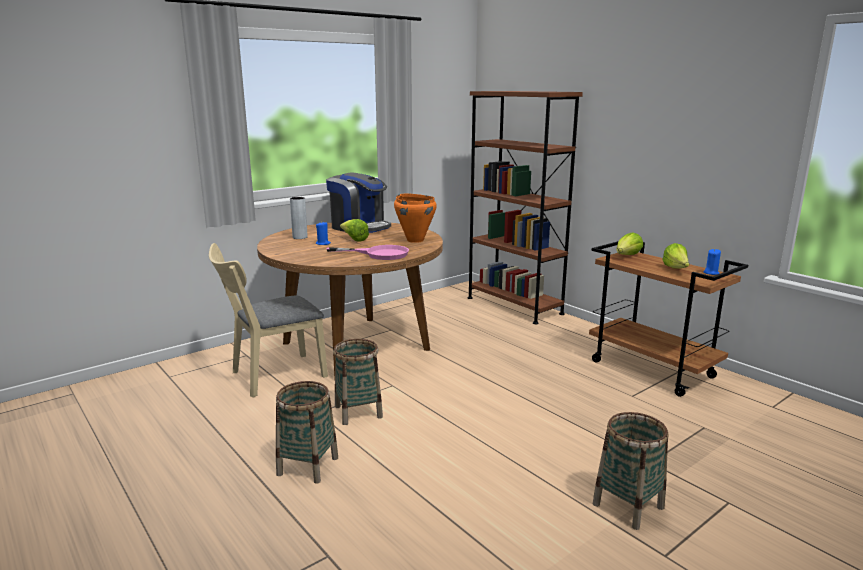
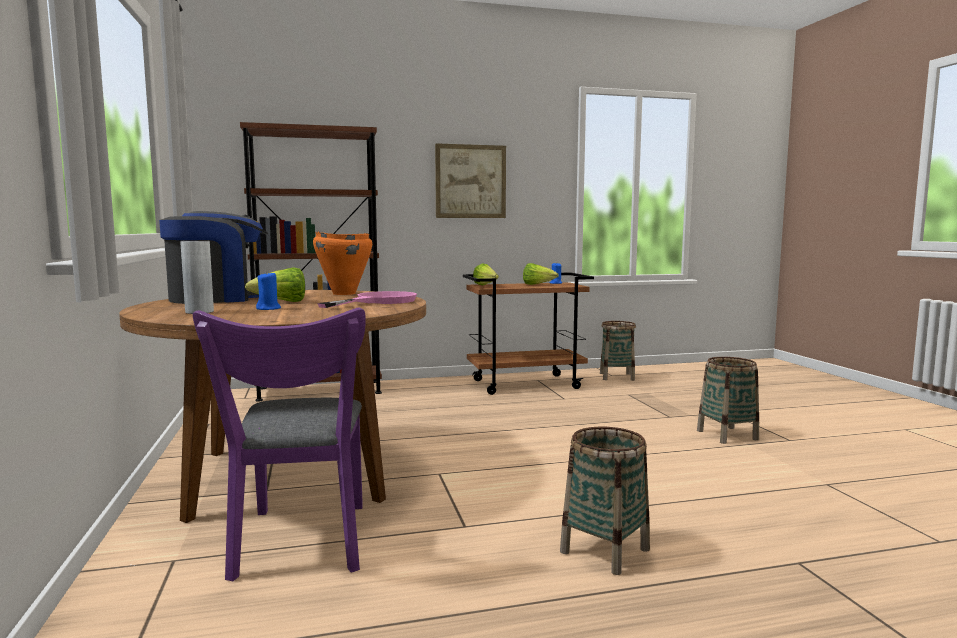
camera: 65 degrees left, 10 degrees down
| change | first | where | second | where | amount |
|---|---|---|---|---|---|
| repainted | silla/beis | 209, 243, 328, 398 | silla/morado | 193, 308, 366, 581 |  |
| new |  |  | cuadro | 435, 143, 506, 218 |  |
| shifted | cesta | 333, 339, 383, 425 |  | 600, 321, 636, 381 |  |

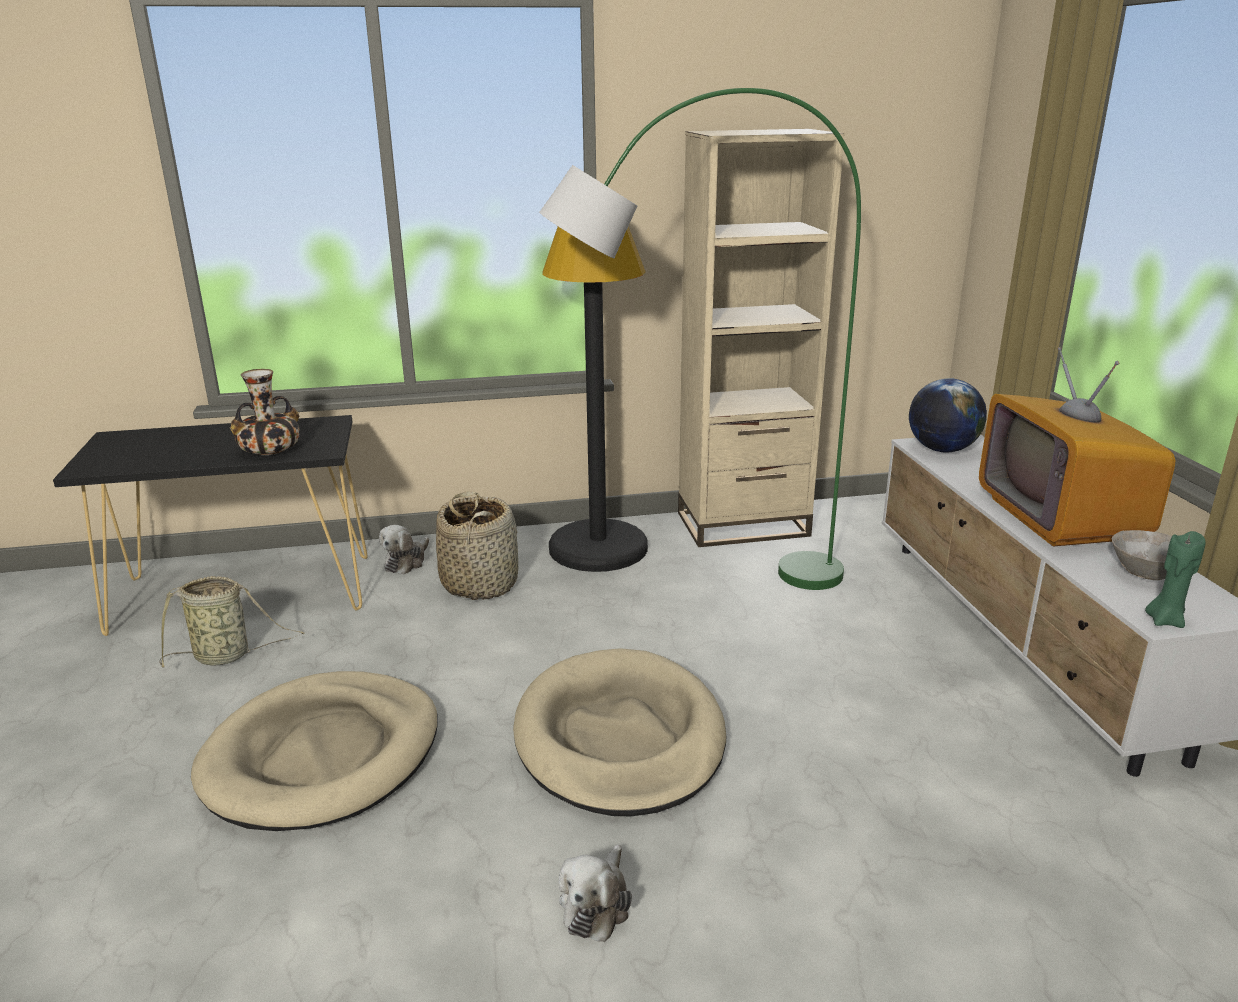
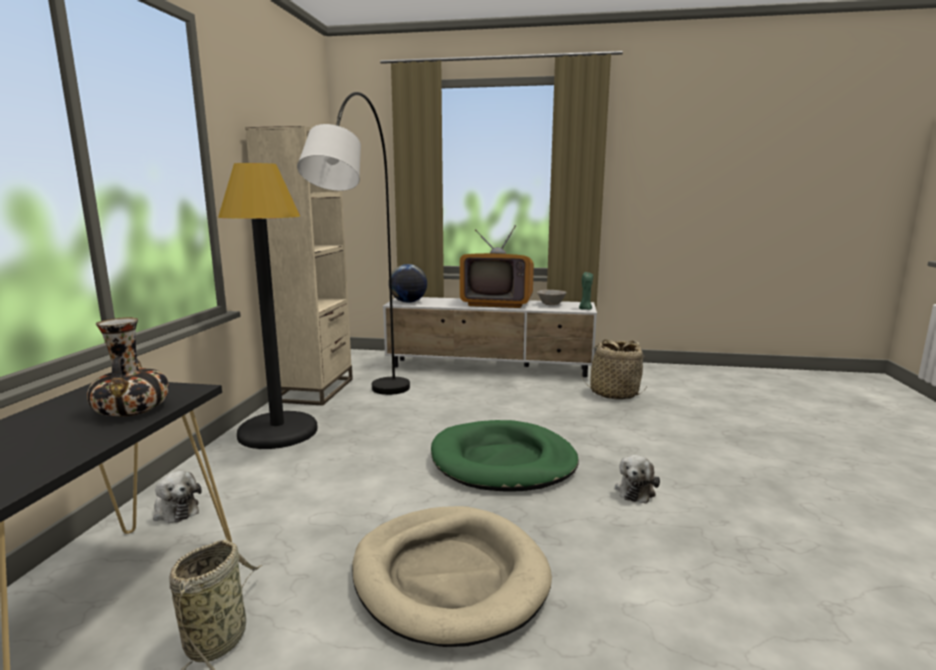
camera: 70 degrees left, 10 degrees down
| change | first | where | second | where | amount |
|---|---|---|---|---|---|
| repainted | lámpara de pie/verde | 539, 88, 861, 590 | lámpara de pie/gris | 297, 92, 410, 395 |  |
| repainted | cama para perro/beis | 513, 648, 726, 816 | cama para perro/verde | 431, 420, 579, 492 |  |
| shifted | cesta | 436, 491, 519, 600 |  | 580, 339, 646, 400 |  |
| rotated | peluche | 559, 844, 632, 942 |  | 615, 455, 660, 504 | 75 degrees clockwise |

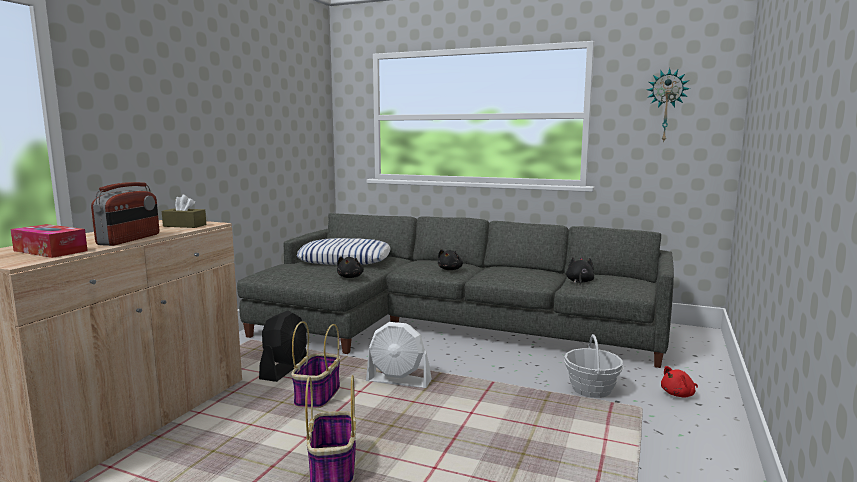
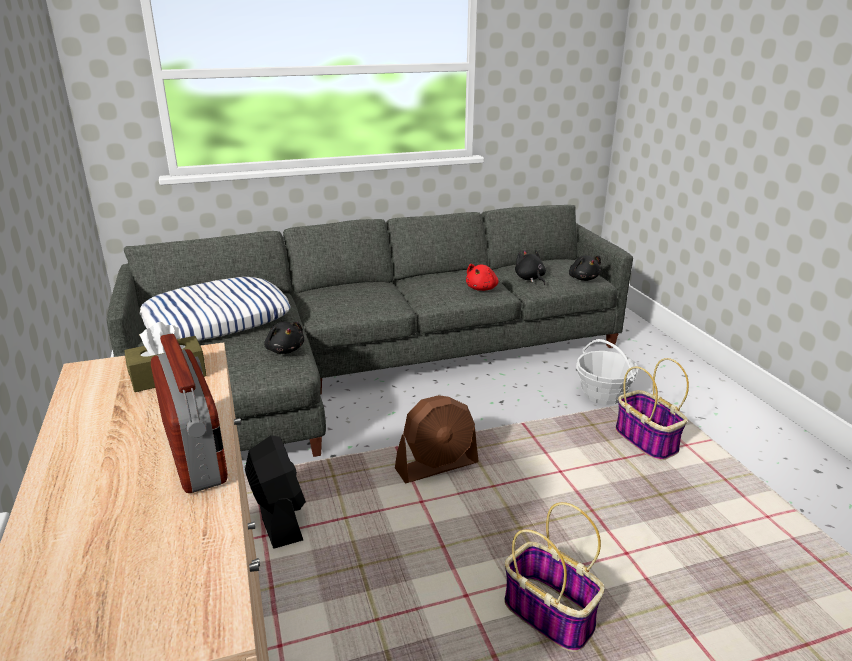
camera: 40 degrees left, 15 degrees up
| change | first | where | second | where | amount |
|---|---|---|---|---|---|
| repainted | ventilador/blanco | 366, 322, 432, 388 | ventilador/marrón | 395, 395, 479, 484 |  |
| shifted | peluche/rojo | 661, 366, 698, 397 |  | 466, 264, 499, 291 |  |
| shifted | peluche/negro | 438, 249, 463, 270 |  | 569, 255, 601, 281 |  |
| shifted | cesta | 291, 321, 340, 408 |  | 615, 358, 689, 460 |  |
| gone | caja de pañuelos | 10, 224, 88, 258 |  |  |  |
| gone | reloj de pared | 647, 68, 690, 143 |  |  |  |

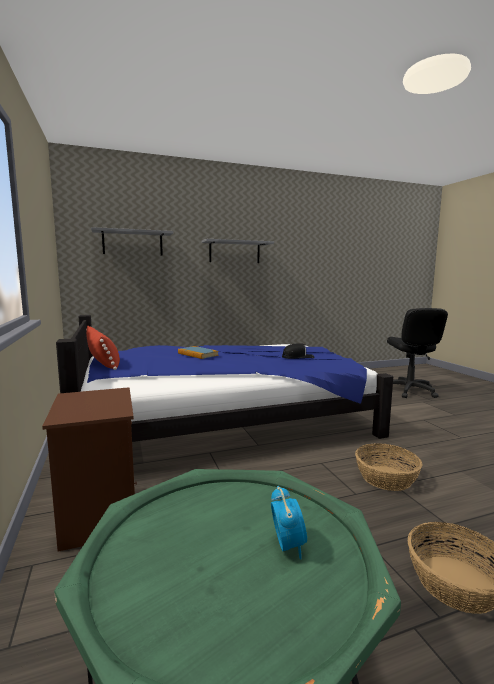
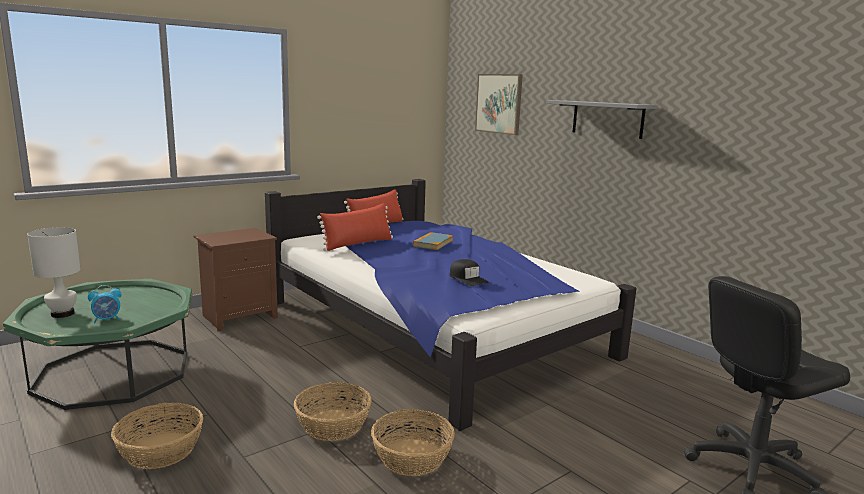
camera: 70 degrees right, 5 degrees up
| change | first | where | second | where | amount |
|---|---|---|---|---|---|
| new |  |  | lámpara de mesa/blanco | 27, 227, 80, 318 |  |
| new |  |  | cojín/rojo | 317, 203, 393, 251 |  |
| new |  |  | cesta | 371, 409, 455, 476 |  |
| swapped | estante/gris | 91, 227, 173, 256 | cuadro | 475, 74, 523, 135 |  |

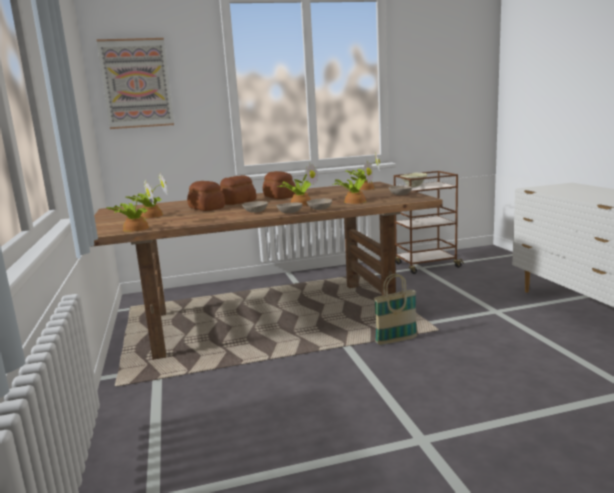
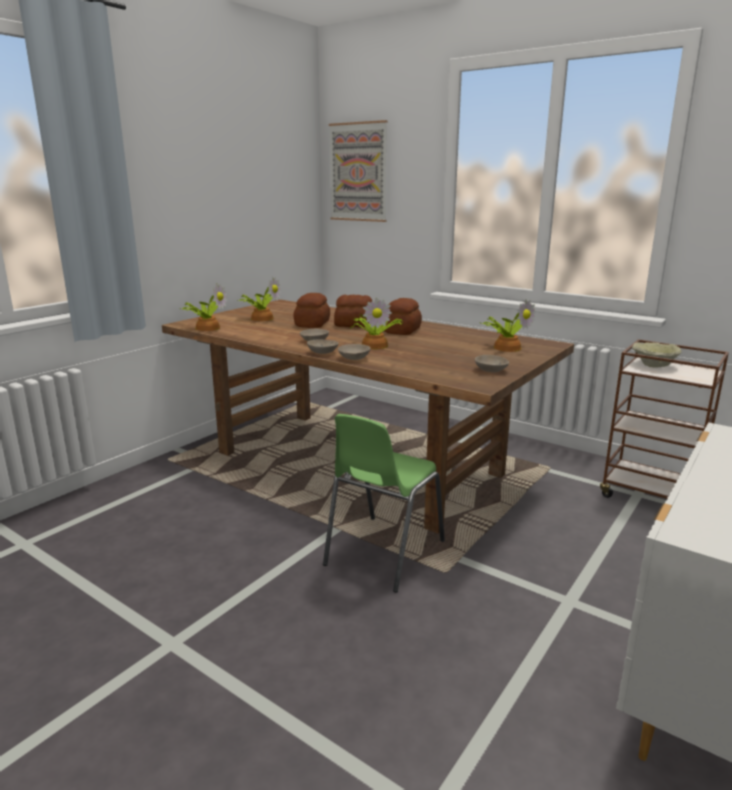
camera: 50 degrees right, 5 degrees up
| change | first | where | second | where | amount |
|---|---|---|---|---|---|
| swapped | cesta | 374, 274, 417, 345 | silla/verde | 323, 414, 445, 592 |  |
| gone | planta en maceta | 332, 160, 374, 204 |  |  |  |

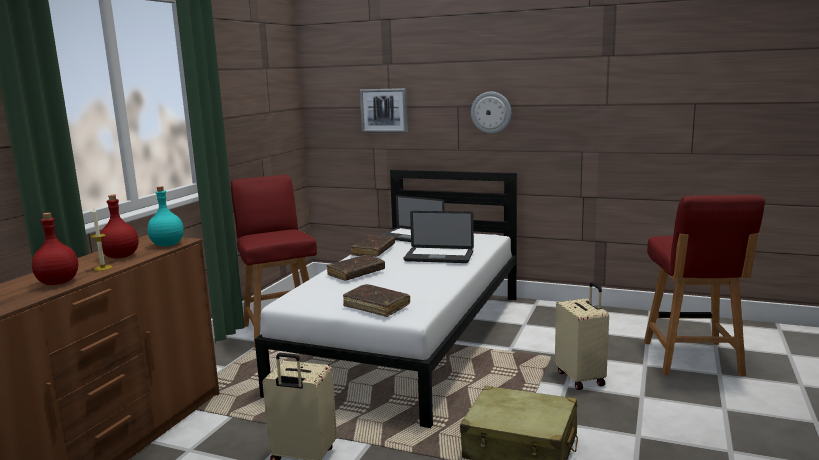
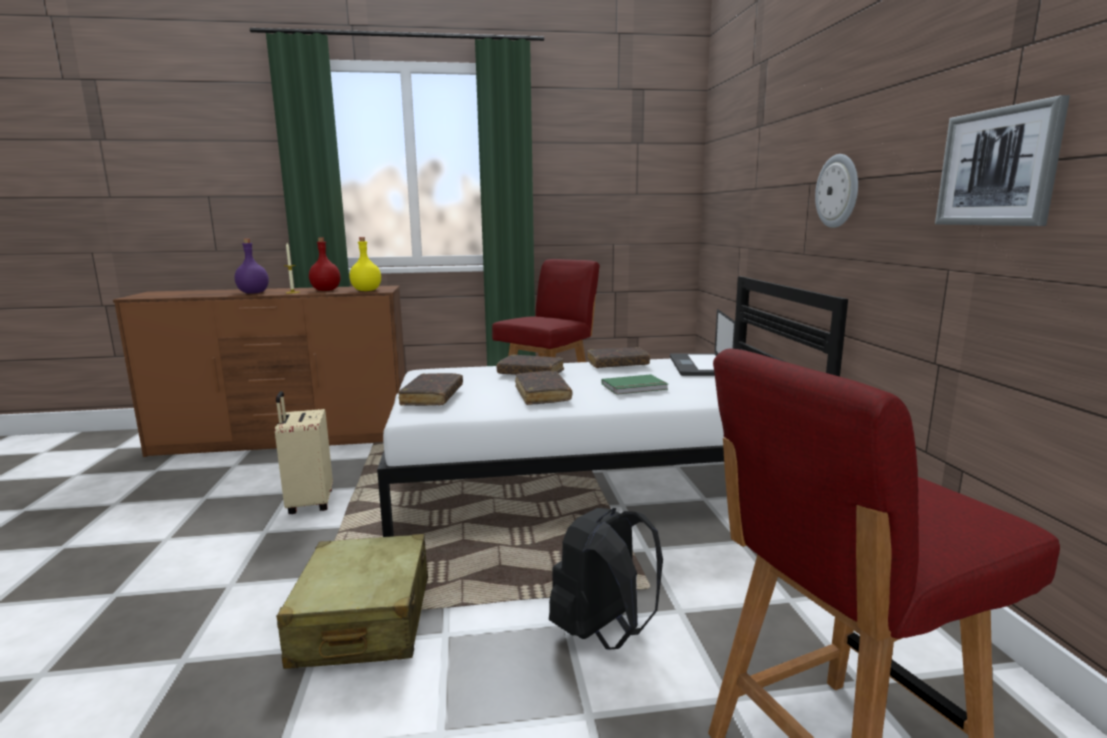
camera: 60 degrees right, 0 degrees up
| change | first | where | second | where | amount |
|---|---|---|---|---|---|
| repainted | botella/rojo | 32, 213, 78, 285 | botella/morado | 235, 239, 269, 294 |  |
| repainted | botella/turquesa | 147, 186, 184, 246 | botella/amarillo | 349, 237, 381, 291 |  |
| new |  |  | libro/marrón | 515, 371, 572, 405 |  |
| swapped | maleta/beis | 555, 282, 609, 390 | mochila/negro | 549, 508, 663, 650 |  |
| swapped | portátil | 404, 211, 474, 263 | libro/verde | 601, 374, 668, 395 |  |
| shifted | cuadro | 360, 88, 408, 133 |  | 935, 95, 1070, 226 |  |

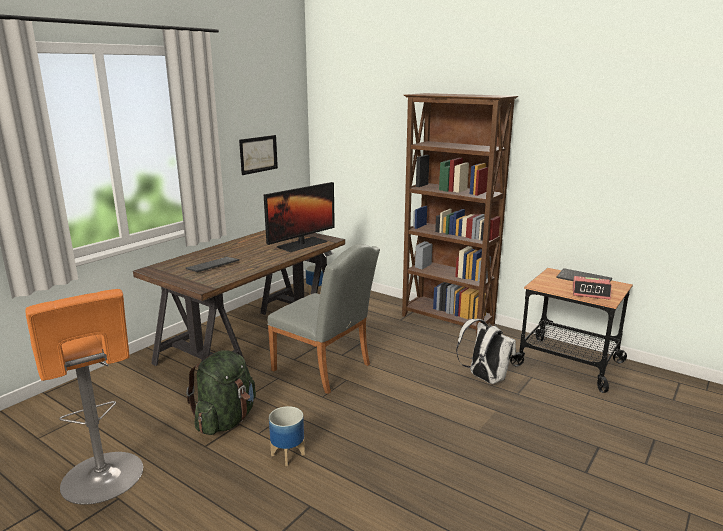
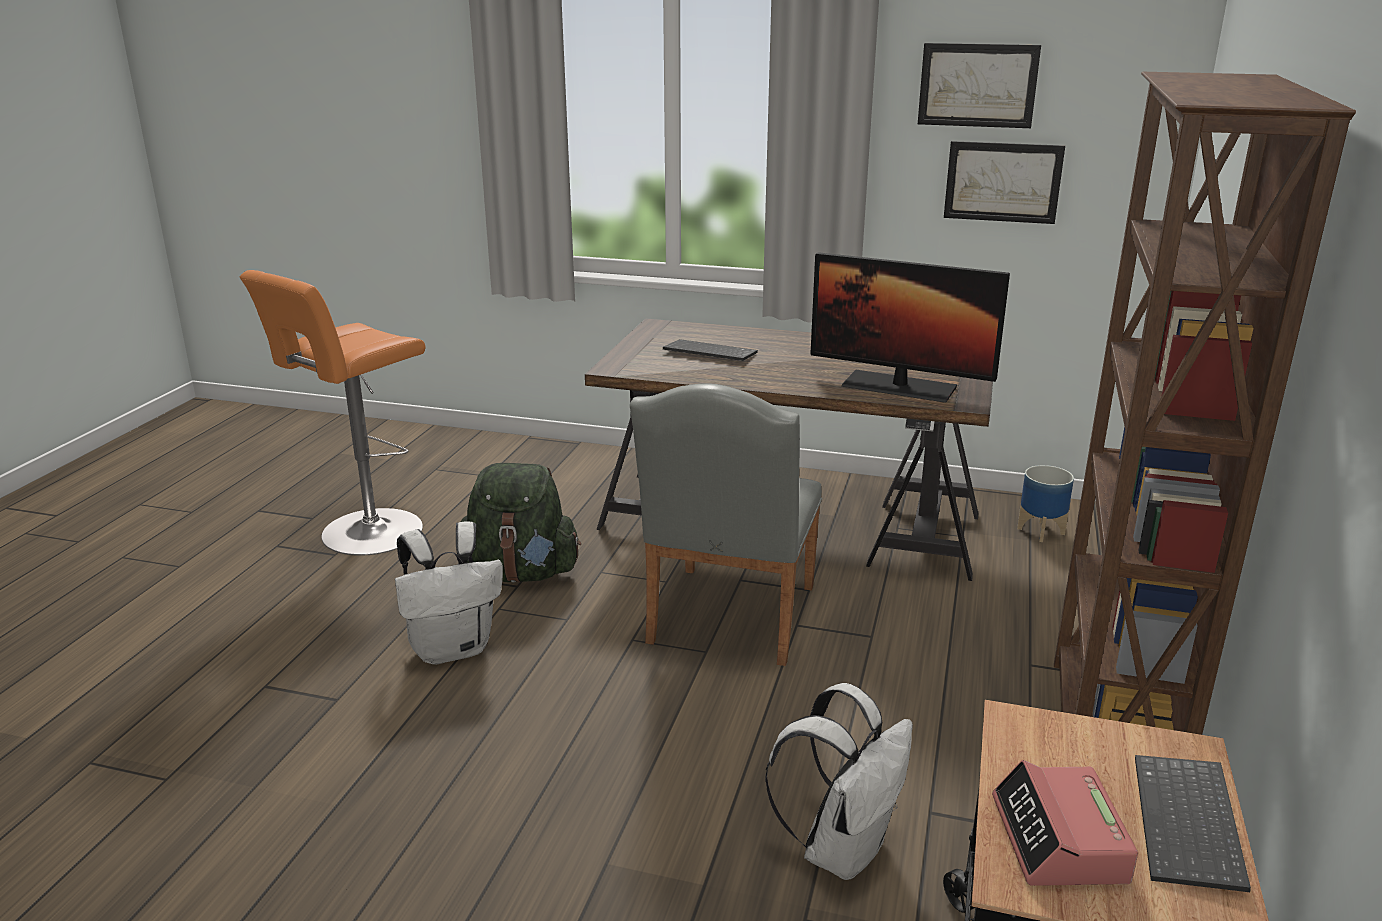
camera: 70 degrees right, 5 degrees up
| change | first | where | second | where | amount |
|---|---|---|---|---|---|
| swapped | maceta | 269, 406, 305, 466 | mochila/blanco | 395, 521, 503, 665 |  |
| new |  |  | cuadro | 918, 43, 1041, 128 |  |

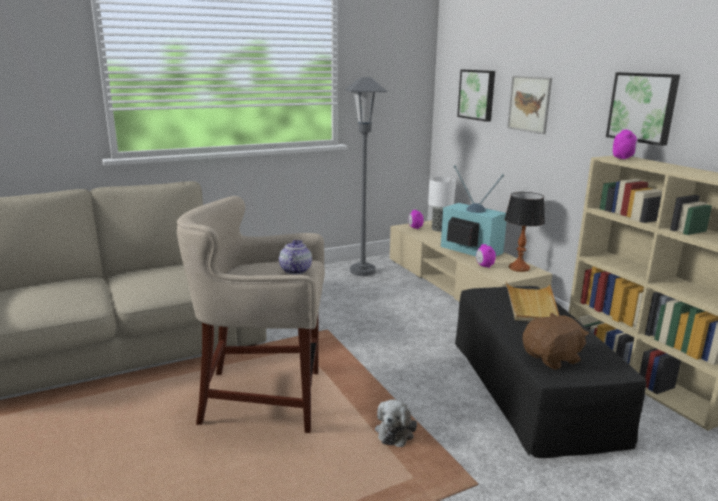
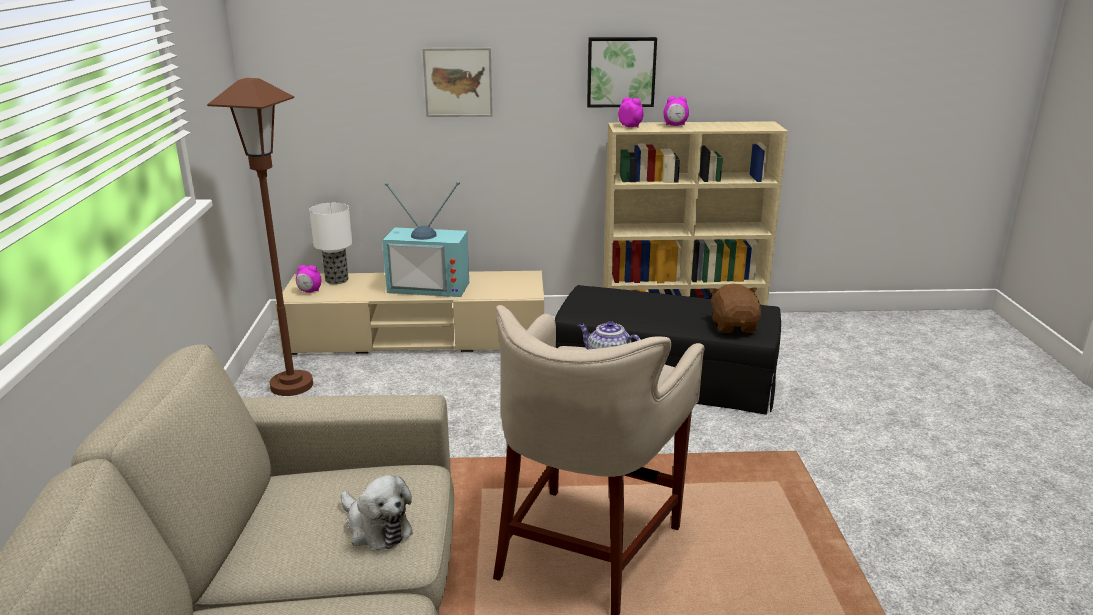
camera: 65 degrees left, 5 degrees up
| change | first | where | second | where | amount |
|---|---|---|---|---|---|
| repainted | lámpara de pie/gris | 345, 77, 387, 276 | lámpara de pie/marrón | 207, 78, 313, 396 |  |
| shifted | peluche | 375, 400, 417, 447 |  | 341, 475, 413, 550 |  |
| rotated | televisor | 441, 165, 506, 256 |  | 382, 181, 469, 297 | 150 degrees counterclockwise |
| shifted | despertador | 476, 244, 496, 268 |  | 664, 96, 689, 126 |  |
| gone | cuadro | 457, 70, 495, 122 |  |  |  |
| gone | lámpara de mesa | 504, 192, 545, 272 |  |  |  |
| gone | bandeja/beis | 506, 282, 559, 322 |  |  |  |

